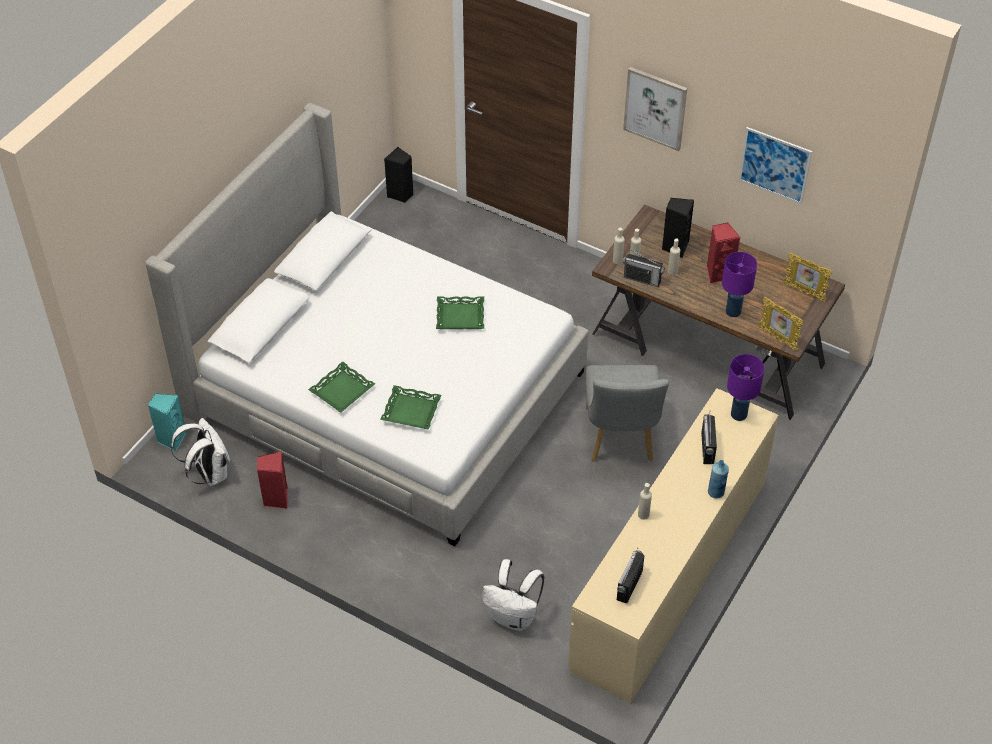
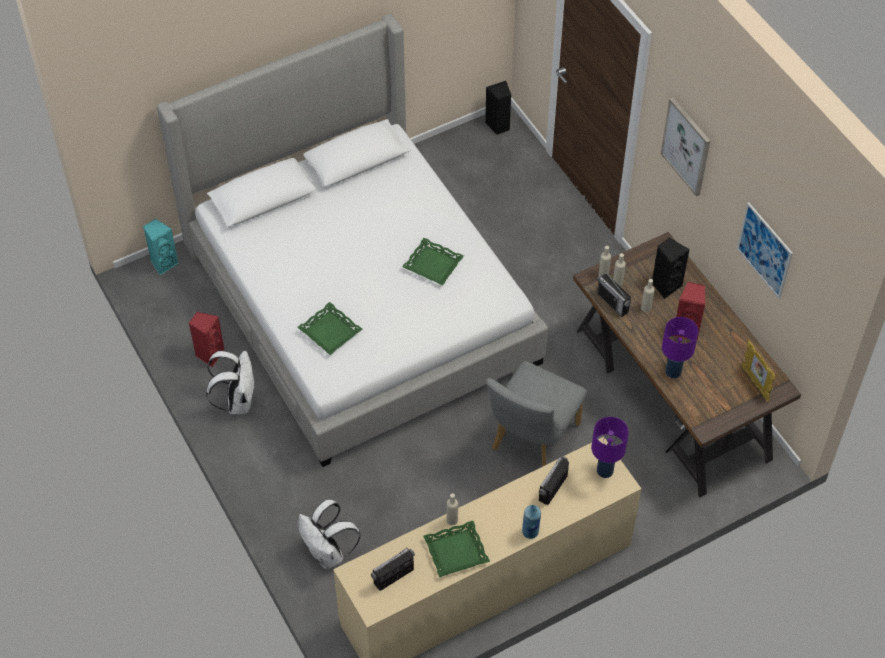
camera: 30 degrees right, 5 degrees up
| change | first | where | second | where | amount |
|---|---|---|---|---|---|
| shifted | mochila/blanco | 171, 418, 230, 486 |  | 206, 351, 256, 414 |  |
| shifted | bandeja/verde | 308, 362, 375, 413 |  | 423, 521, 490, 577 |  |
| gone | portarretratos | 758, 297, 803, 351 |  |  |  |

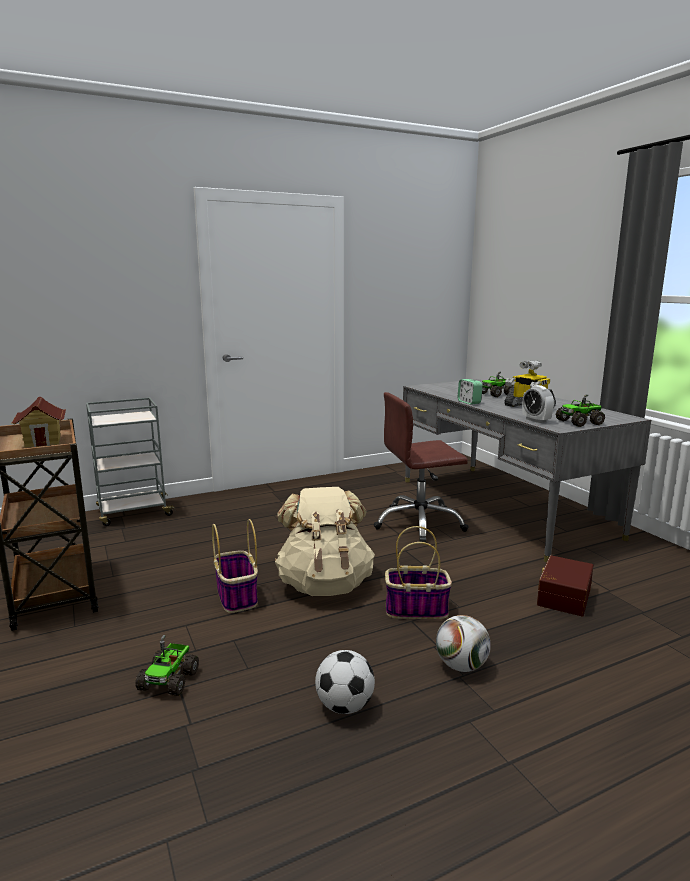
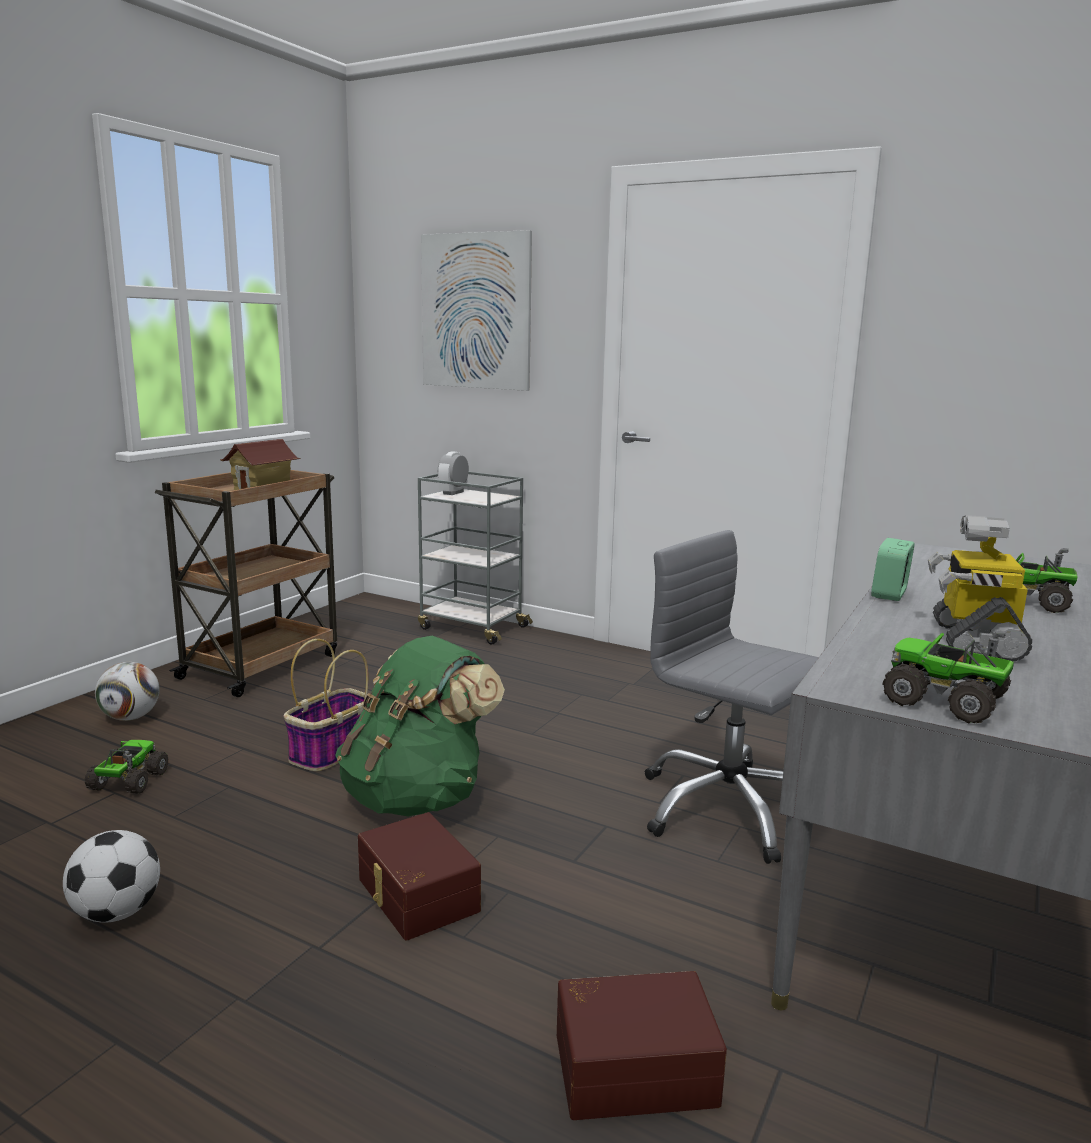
camera: 55 degrees right, 0 degrees up
| change | first | where | second | where | amount |
|---|---|---|---|---|---|
| rotated | camión de juguete | 135, 635, 199, 696 |  | 85, 740, 168, 794 | 120 degrees clockwise |
| shifted | balón de fútbol | 436, 615, 491, 672 |  | 95, 662, 160, 721 |  |
| repainted | mochila/beis | 275, 487, 375, 596 | mochila/verde | 335, 636, 505, 817 |  |
| swapped | cesta | 385, 526, 452, 619 | caja de almacenaje/marrón | 358, 812, 481, 940 |  |
| new |  |  | cuadro | 421, 230, 532, 391 |  |
| shifted | despertador | 522, 385, 554, 423 |  | 438, 451, 469, 495 |  |
| repainted | silla de oficina/marrón | 373, 392, 469, 543 | silla de oficina/gris | 645, 530, 819, 864 |  |

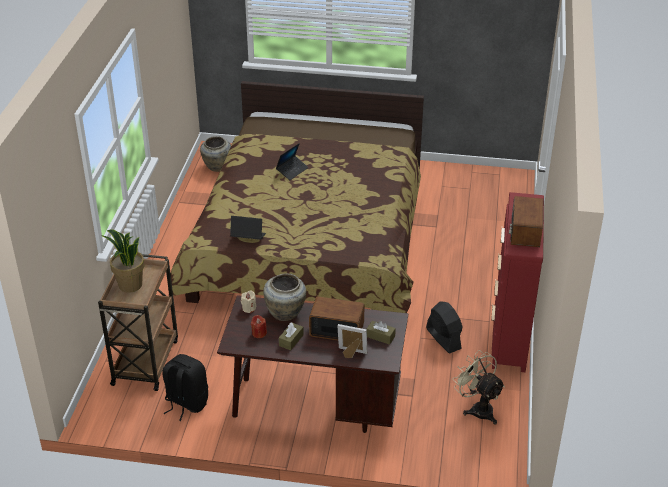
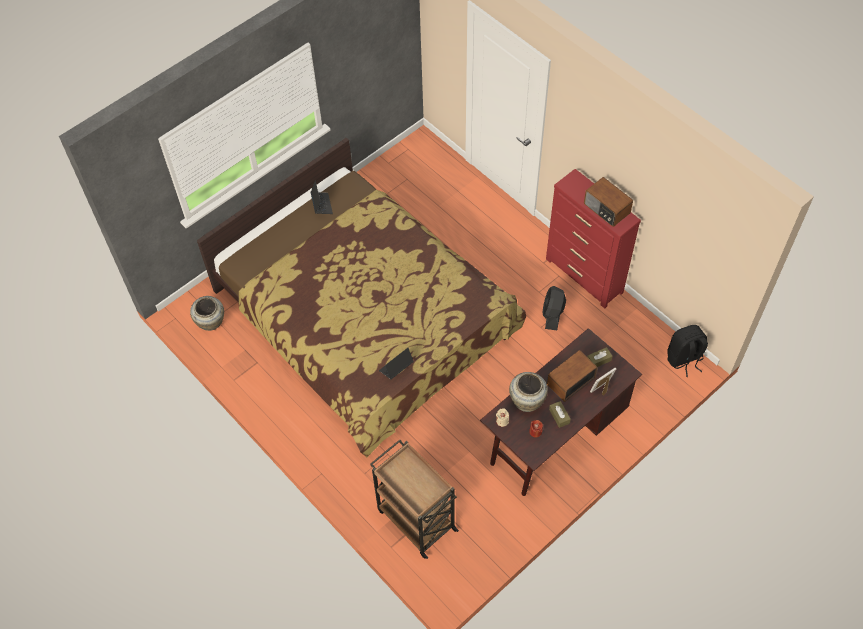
camera: 50 degrees left, 20 degrees up
| change | first | where | second | where | amount |
|---|---|---|---|---|---|
| shifted | portátil | 276, 143, 308, 180 |  | 311, 180, 333, 214 |  |
| rotated | ventilador/negro | 426, 301, 463, 353 |  | 543, 286, 566, 330 | 90 degrees counterclockwise |
| shifted | mochila/negro | 162, 354, 208, 421 |  | 667, 325, 708, 377 |  |
| gone | planta en maceta | 101, 229, 145, 293 |  |  |  |
| gone | ventilador/beis | 453, 350, 505, 425 |  |  |  |

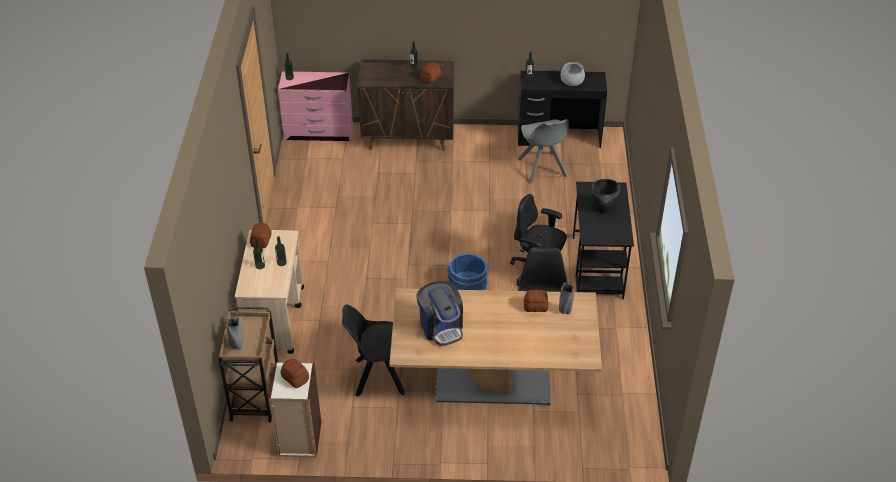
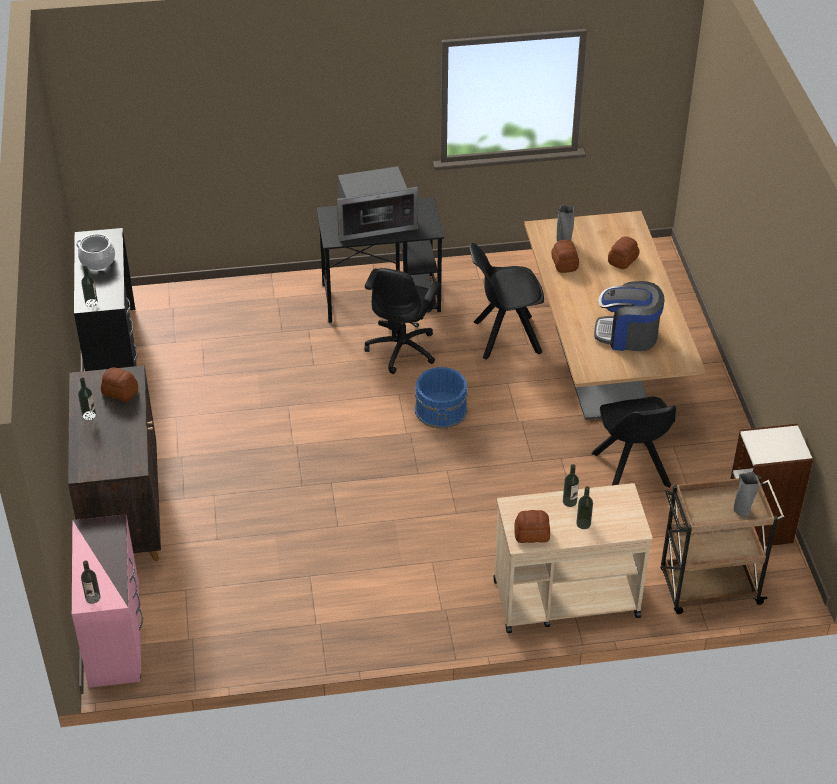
camera: 100 degrees left, 0 degrees up
| change | first | where | second | where | amount |
|---|---|---|---|---|---|
| swapped | olla/negro | 591, 179, 620, 213 | microondas | 337, 166, 418, 241 |  |
| rotated | cafetera | 416, 281, 463, 346 |  | 594, 281, 664, 351 | 135 degrees counterclockwise |
| shifted | pan | 281, 359, 309, 388 |  | 608, 236, 640, 269 |  |
| gone | silla/gris | 517, 119, 569, 183 |  |  |  |

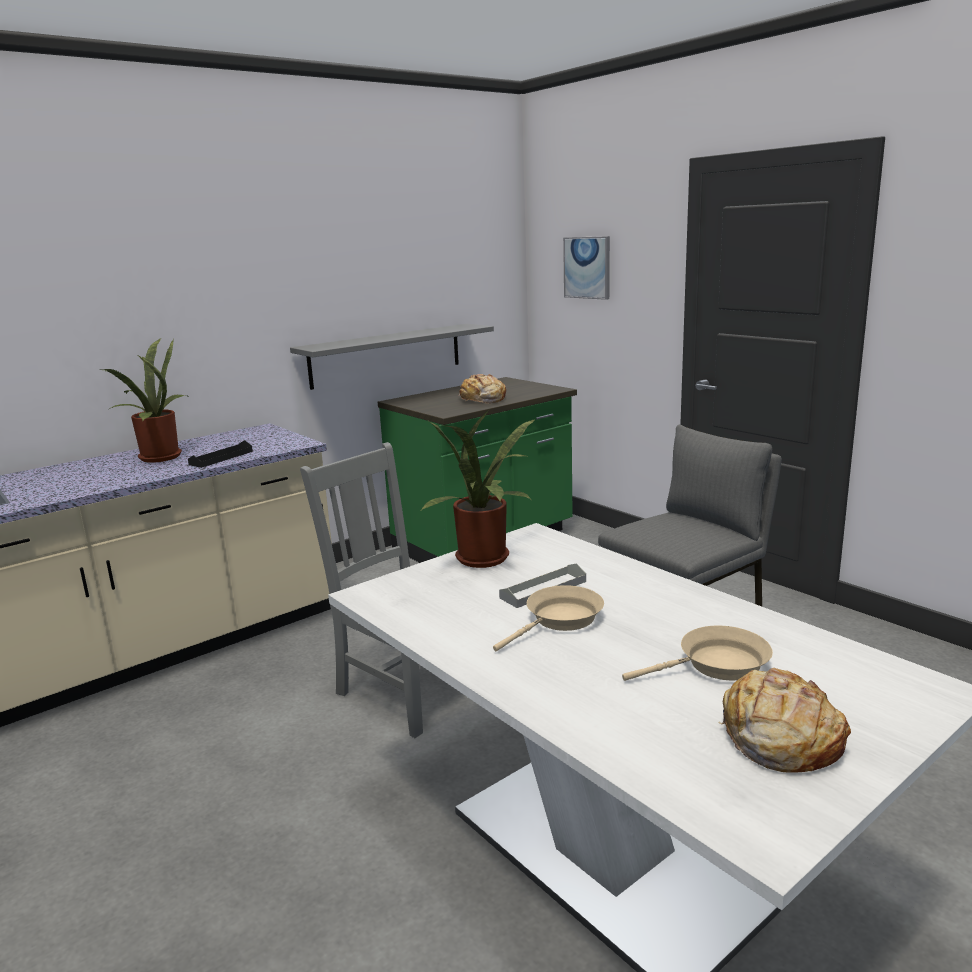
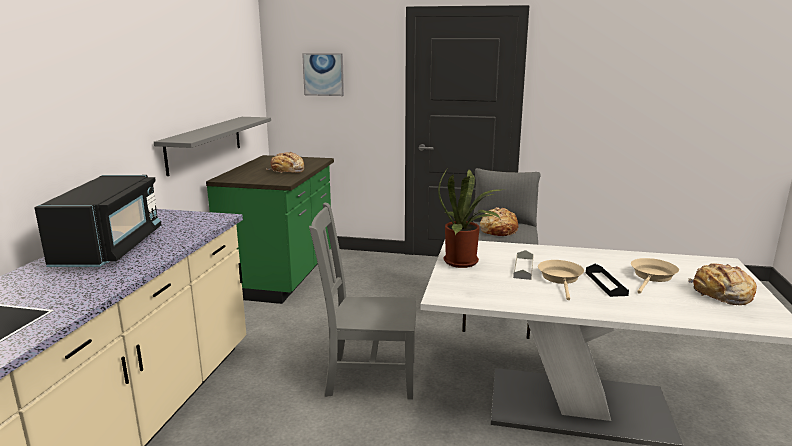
camera: 40 degrees left, 0 degrees up
| change | first | where | second | where | amount |
|---|---|---|---|---|---|
| swapped | planta en maceta | 99, 338, 187, 463 | microondas/negro | 34, 175, 162, 267 |  |
| new |  |  | pan | 480, 207, 519, 236 |  |
| shifted | bandeja/negro | 188, 440, 253, 468 |  | 586, 264, 629, 297 |  |

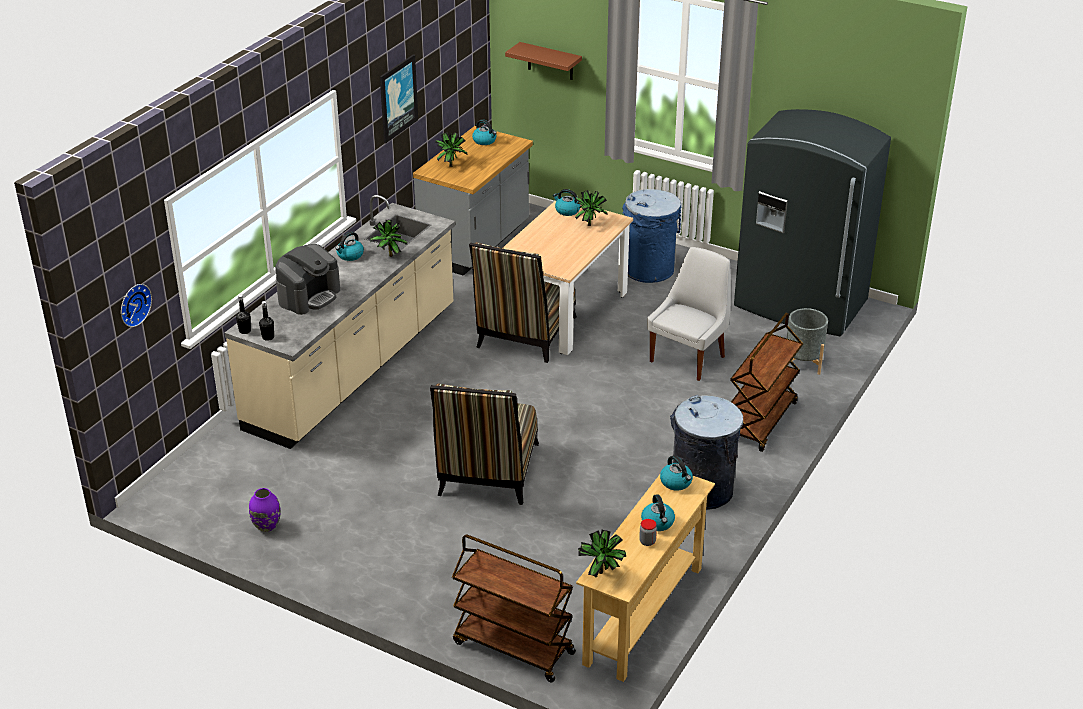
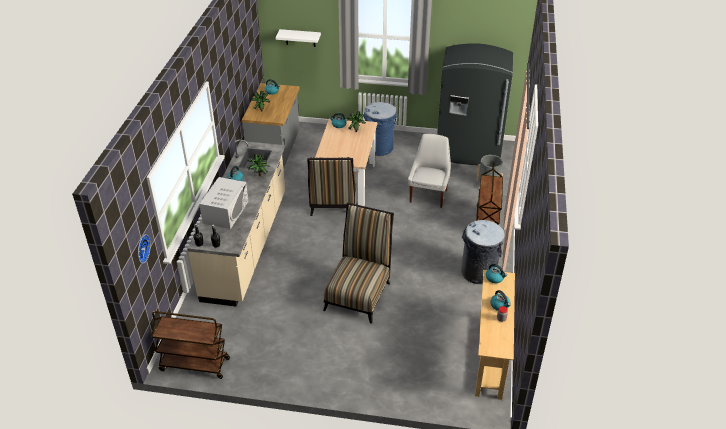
camera: 20 degrees left, 5 degrees up
| change | first | where | second | where | amount |
|---|---|---|---|---|---|
| shifted | carrito/marrón | 452, 534, 576, 683 |  | 151, 311, 230, 379 |  |
| swapped | cafetera | 275, 244, 340, 315 | microondas/blanco | 199, 177, 248, 229 |  |
| repainted | estante/marrón | 505, 42, 582, 80 | estante/blanco | 275, 29, 321, 47 |  |
| rotated | silla | 430, 384, 539, 505 |  | 323, 203, 394, 324 | 150 degrees counterclockwise |
| gone | florero/morado | 249, 488, 281, 532 |  |  |  |
| gone | cuadro | 380, 54, 418, 143 |  |  |  |
| gone | planta en maceta | 578, 530, 627, 578 |  |  |  |

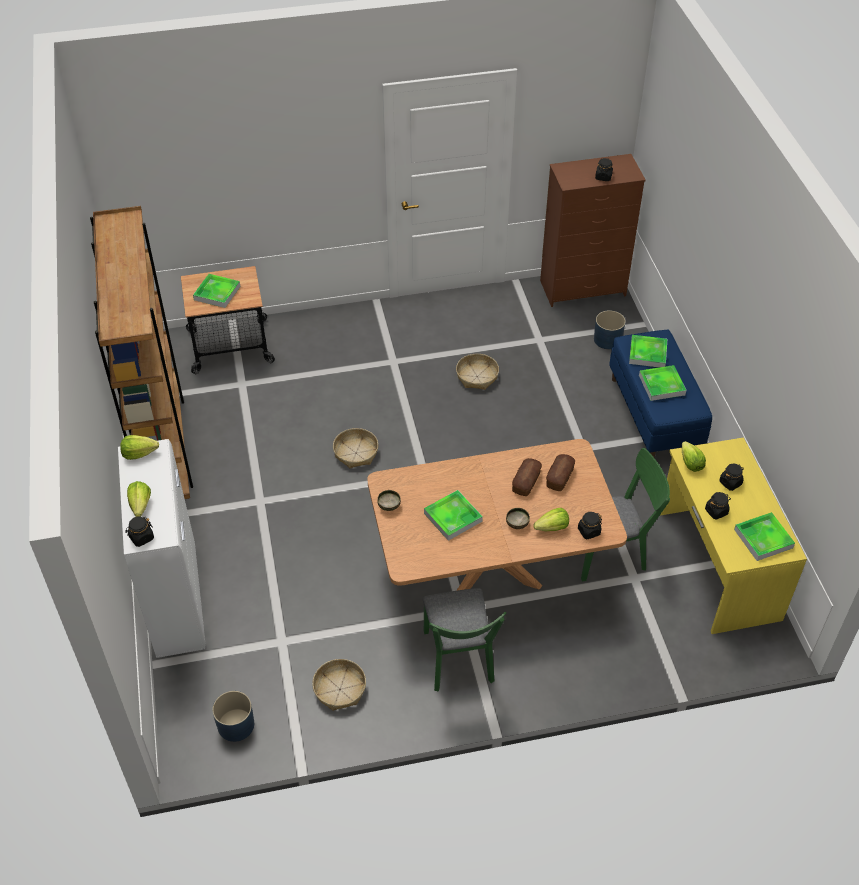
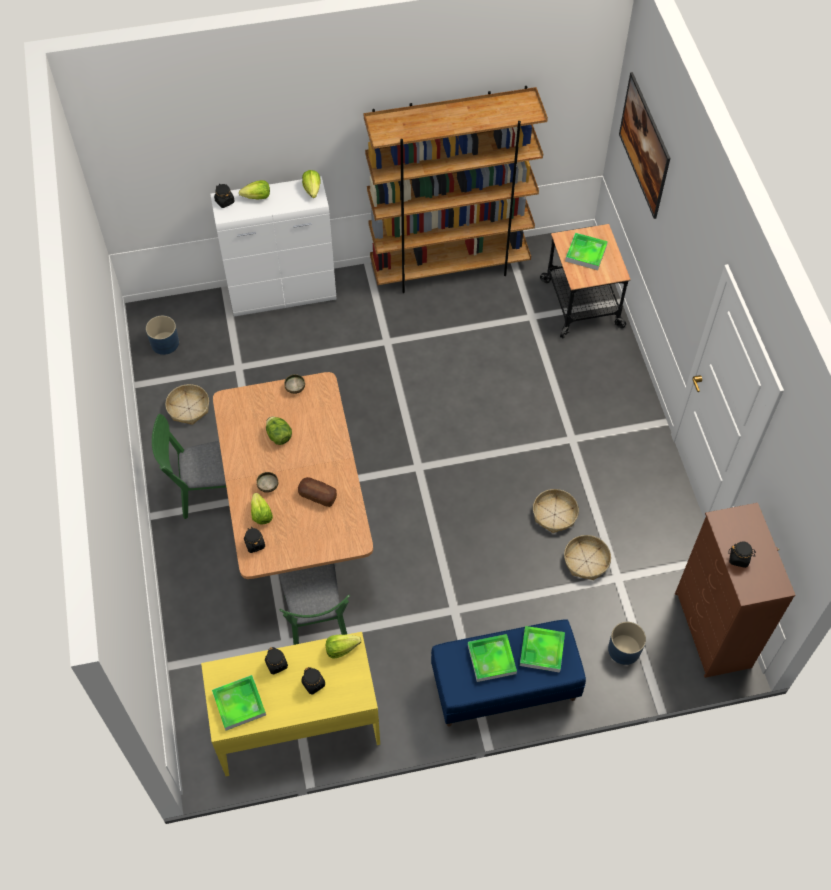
camera: 90 degrees right, 10 degrees up
| change | first | where | second | where | amount |
|---|---|---|---|---|---|
| swapped | bandeja | 424, 490, 483, 541 | lechuga | 266, 417, 292, 445 |  |
| shifted | cesta | 333, 428, 378, 468 |  | 564, 535, 611, 580 |  |
| new |  |  | cuadro | 619, 72, 670, 219 |  |
| gone | pan | 546, 454, 575, 491 |  |  |  |

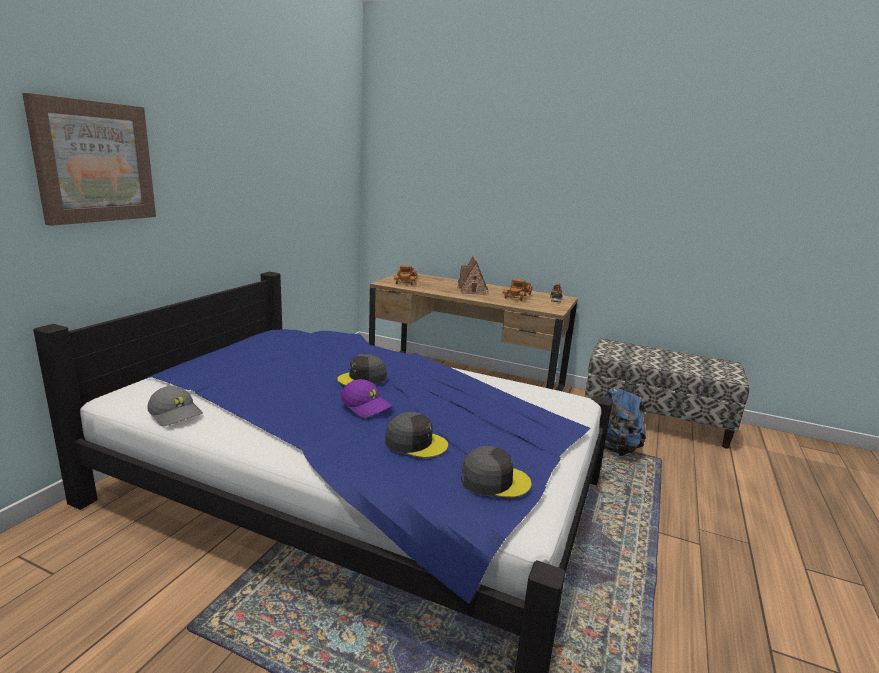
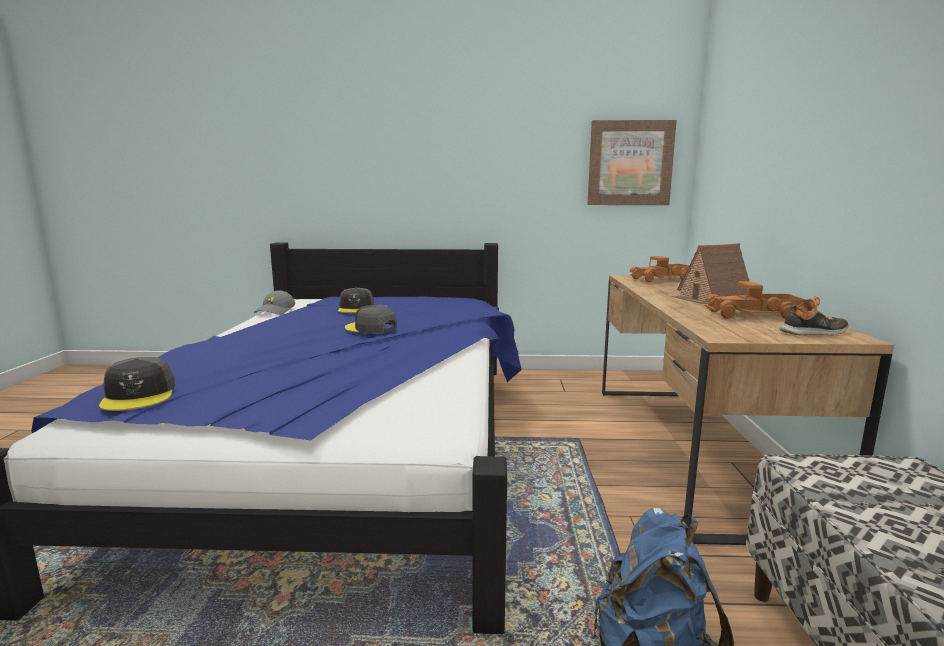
camera: 70 degrees right, 5 degrees down
| change | first | where | second | where | amount |
|---|---|---|---|---|---|
| shifted | gorra/gris | 385, 412, 448, 458 |  | 338, 288, 374, 313 |  |
| shifted | cuadro | 22, 93, 156, 226 |  | 587, 120, 677, 205 |  |
| gone | gorra/morado | 340, 379, 392, 418 |  |  |  |

